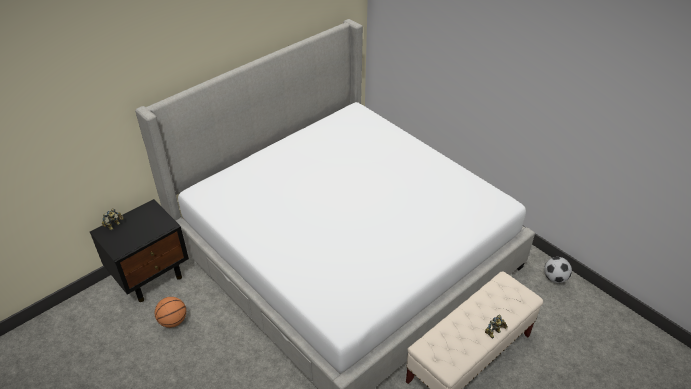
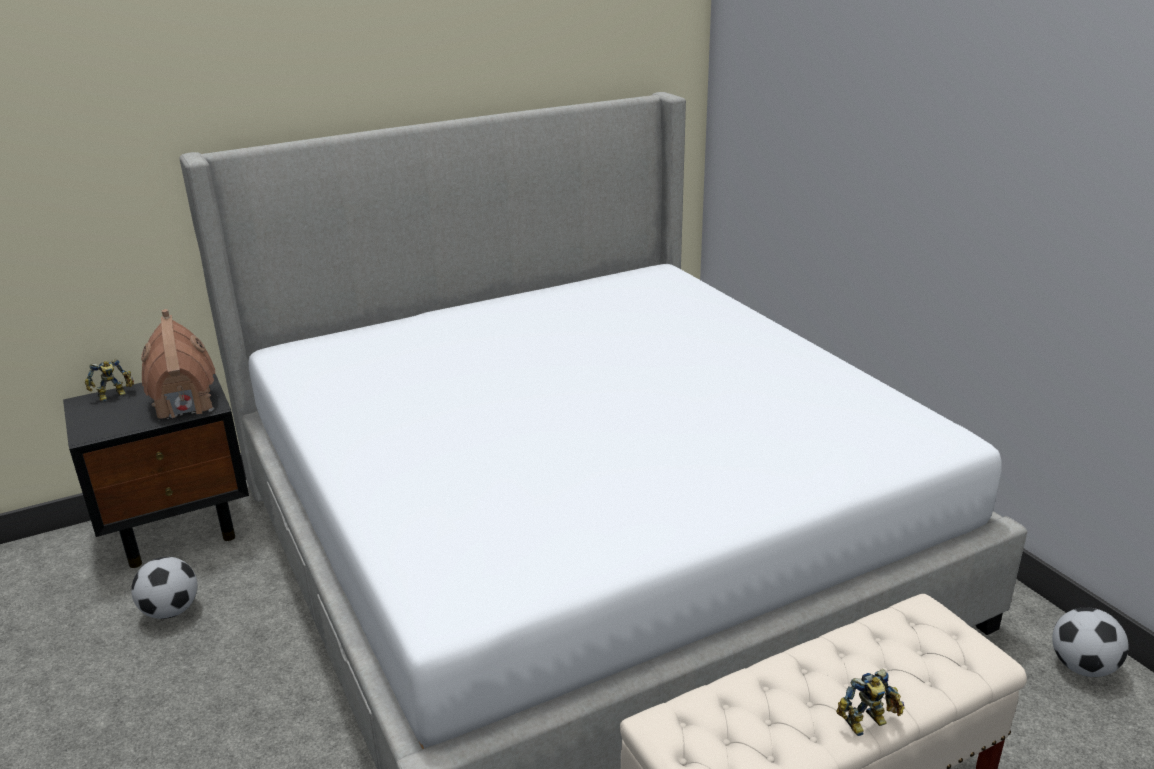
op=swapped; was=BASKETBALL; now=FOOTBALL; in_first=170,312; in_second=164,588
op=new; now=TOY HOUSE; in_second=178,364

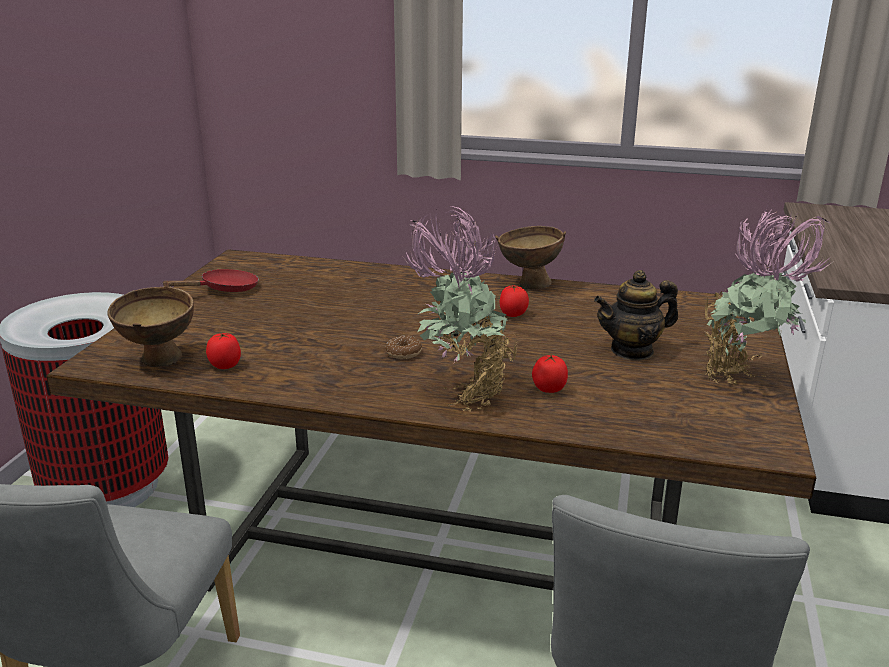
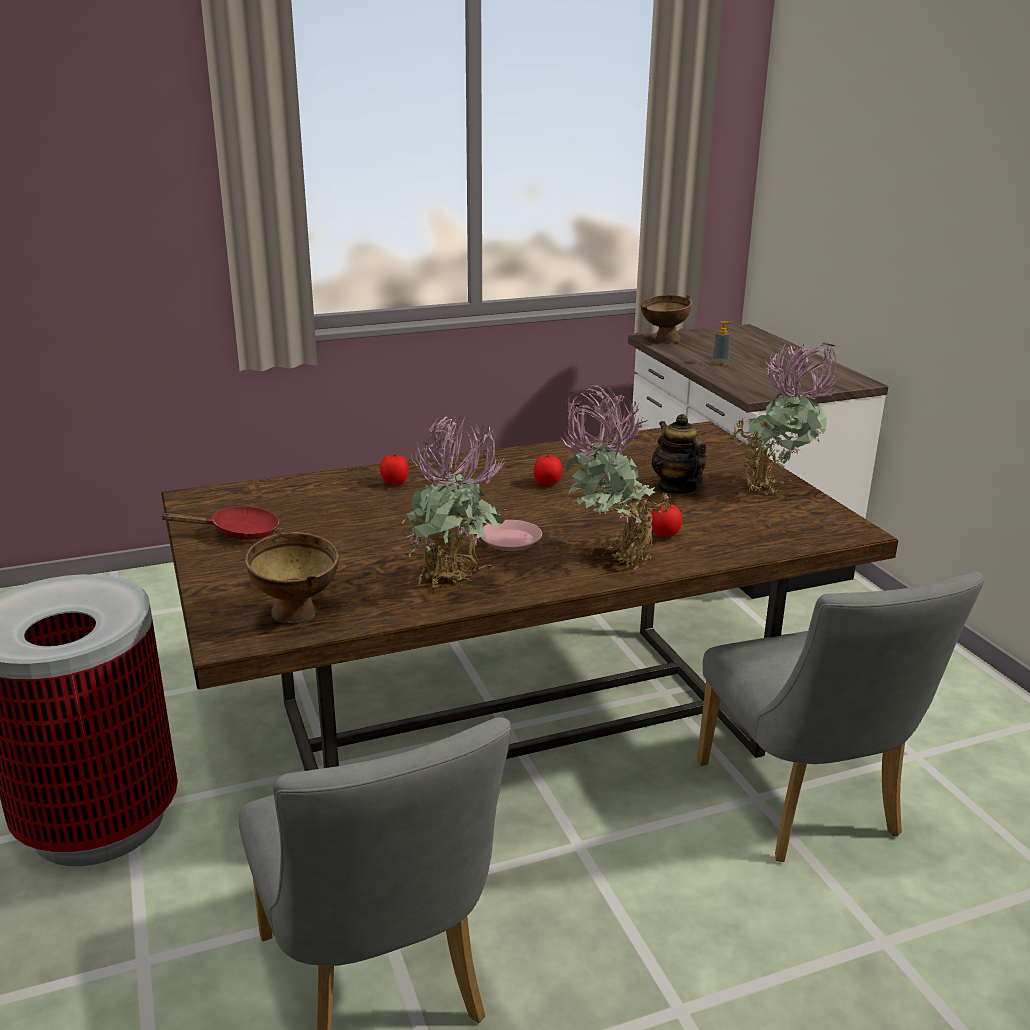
op=rotated; was=RED FRYING PAN; in_first=210,280; in_second=220,523; clockwise=60
op=shifted; was=TOMATO; in_first=223,351; in_second=394,469
op=new; now=POTTED PLANT; in_second=454,499
op=swapped; was=DONUT; now=PINK PLATE; in_first=403,347; in_second=511,535
op=shifted; was=BROWN BOWL; in_first=530,258; in_second=666,319
op=rotated; was=TEAPOT; in_first=636,315; in_second=679,454; clockwise=120
op=new; now=SOAP DISPENSER; in_second=722,343

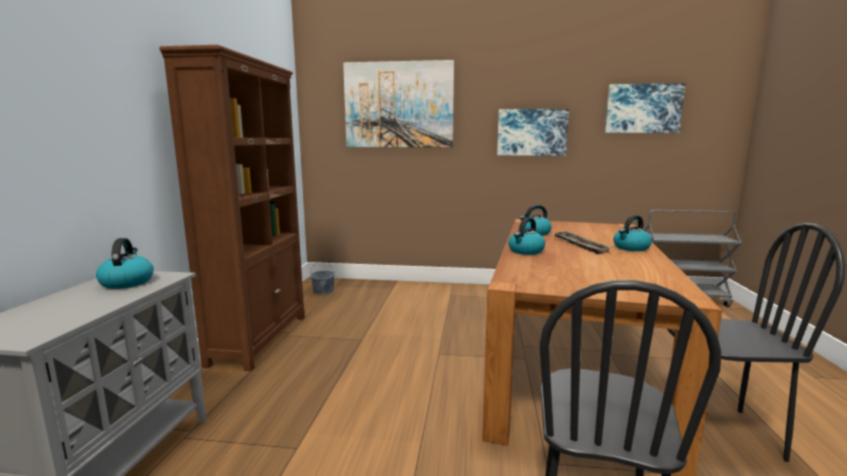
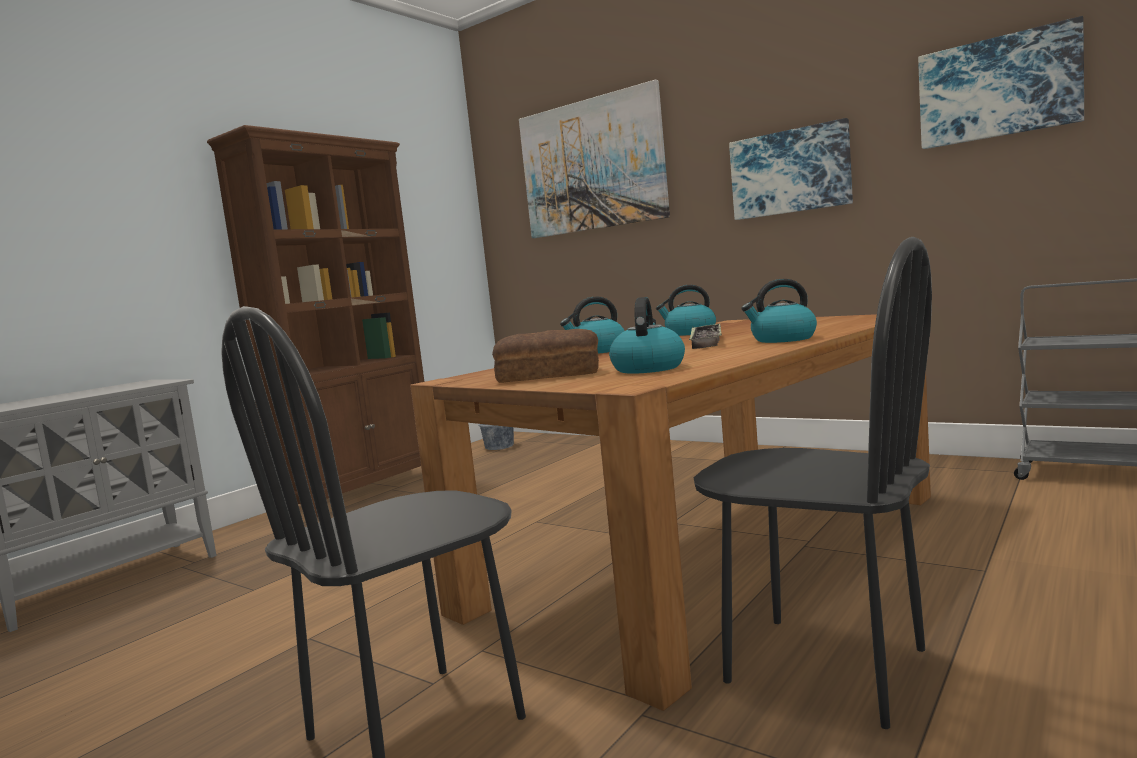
op=new; now=BREAD; in_second=545,356
op=shifted; was=KETTLE; in_first=125,263; in_second=647,335

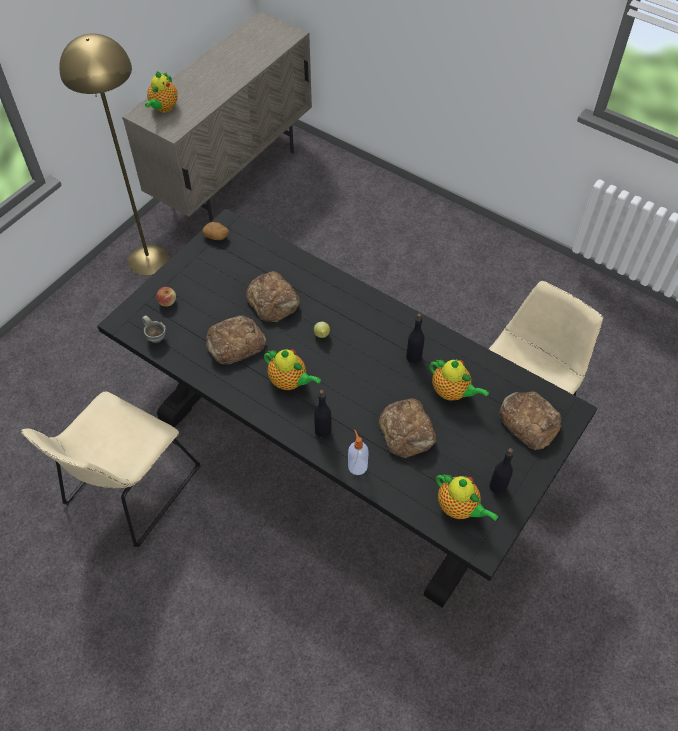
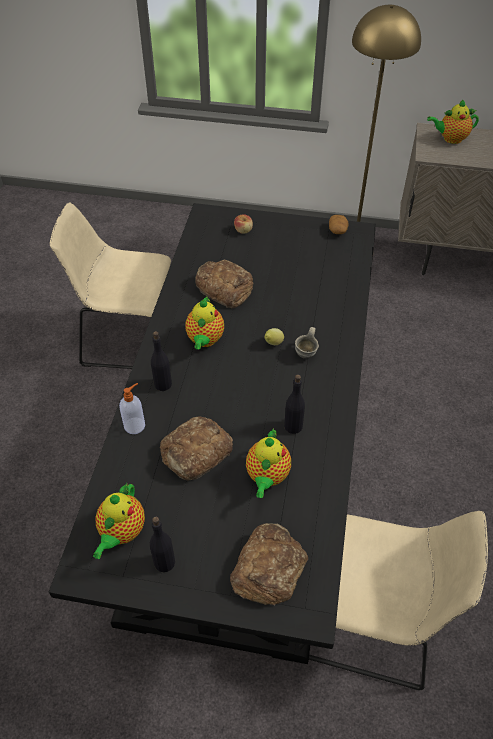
op=shifted; was=GREY MUG; in_first=154,329; in_second=307,343
op=gone; was=BREAD; in_first=273,296

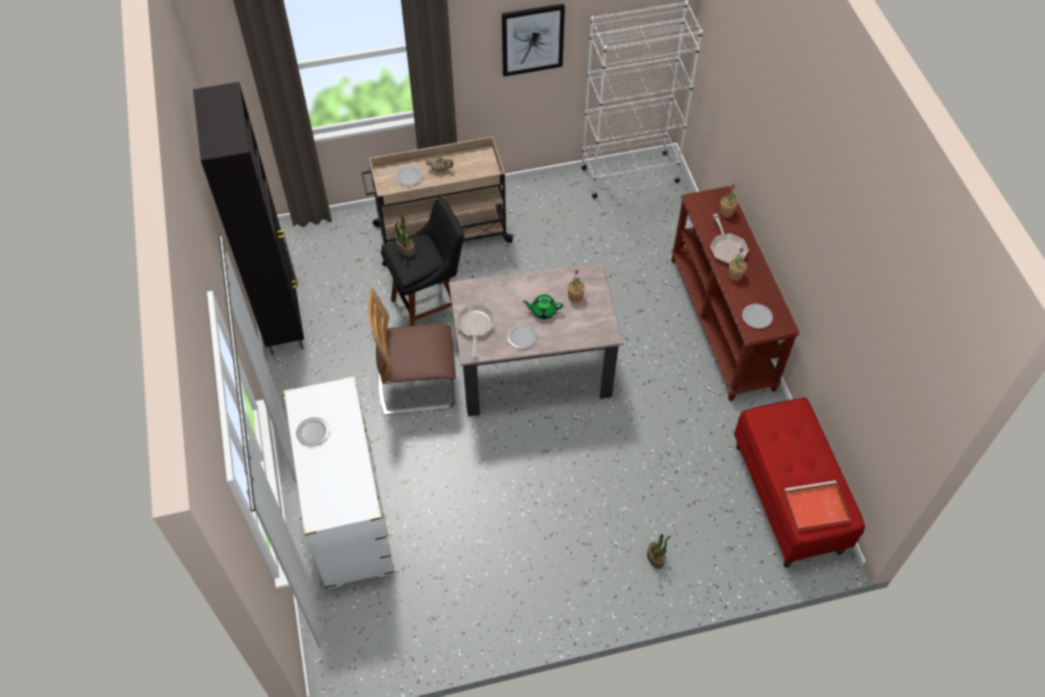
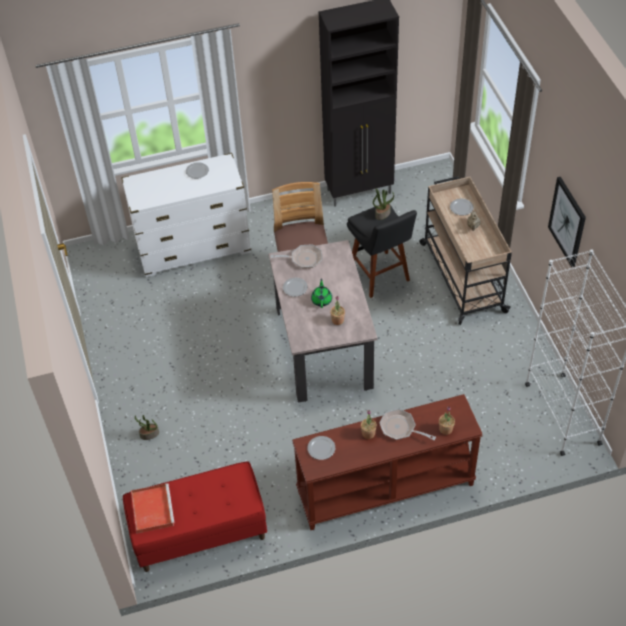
op=rotated; was=FRYING PAN; in_first=729,239; in_second=407,424; clockwise=45

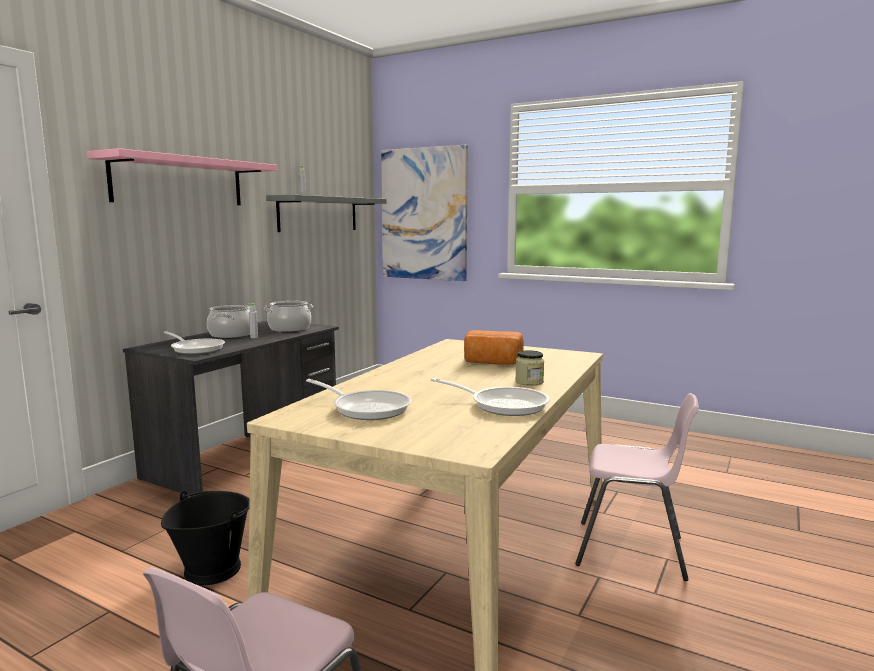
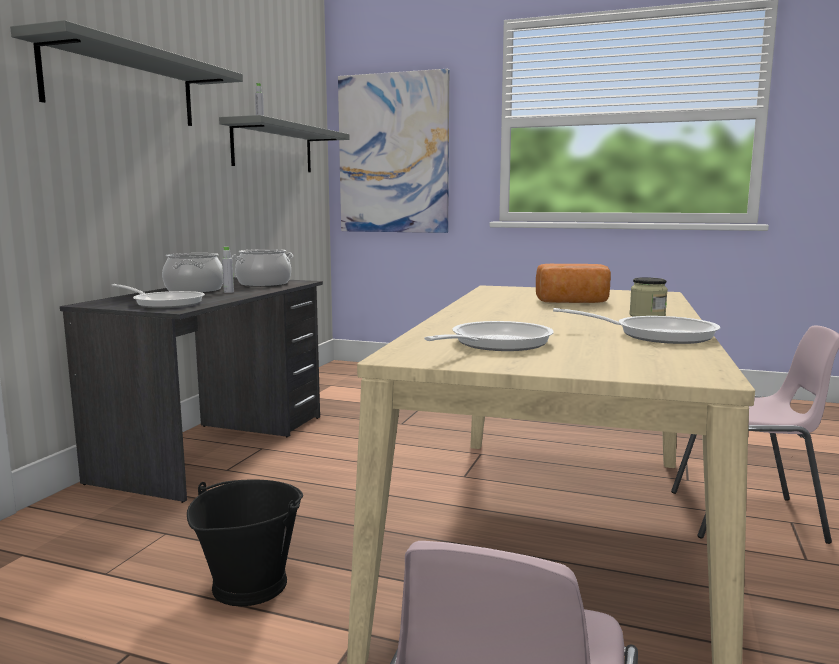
op=repainted; was=PINK SHELF; now=GREY SHELF; in_first=182,176; in_second=126,73
op=rotated; was=FRYING PAN; in_first=358,399; in_second=489,336; clockwise=-75

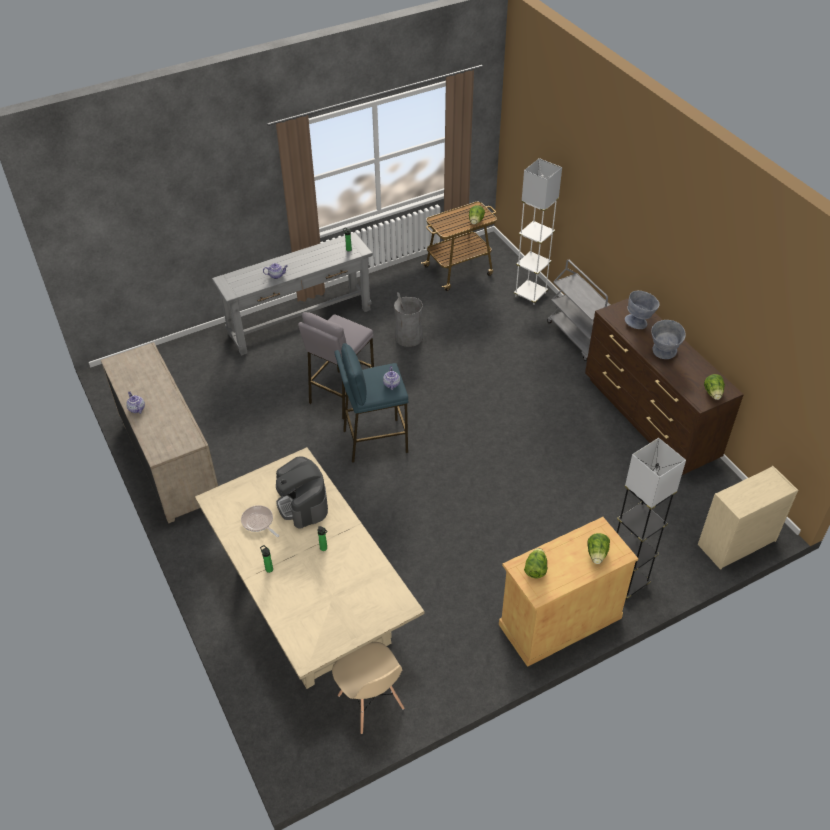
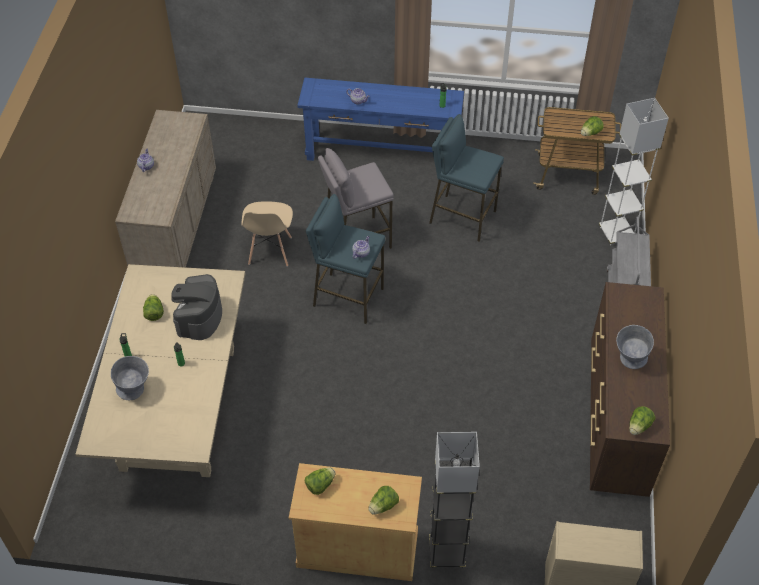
op=shifted; was=GREY BOWL; in_first=642,310; in_second=130,378
op=swapped; was=FRYING PAN; now=LETTUCE; in_first=260,521; in_second=153,307
op=shifted; was=BEIGE CHAIR; in_first=368,688; in_second=267,234
op=repainted; was=GREY CONSOLE TABLE; now=BLUE CONSOLE TABLE; in_first=292,294; in_second=380,119
op=swapped; was=GREY TRASH CAN; now=BLUE STOOL; in_first=408,319; in_second=466,178

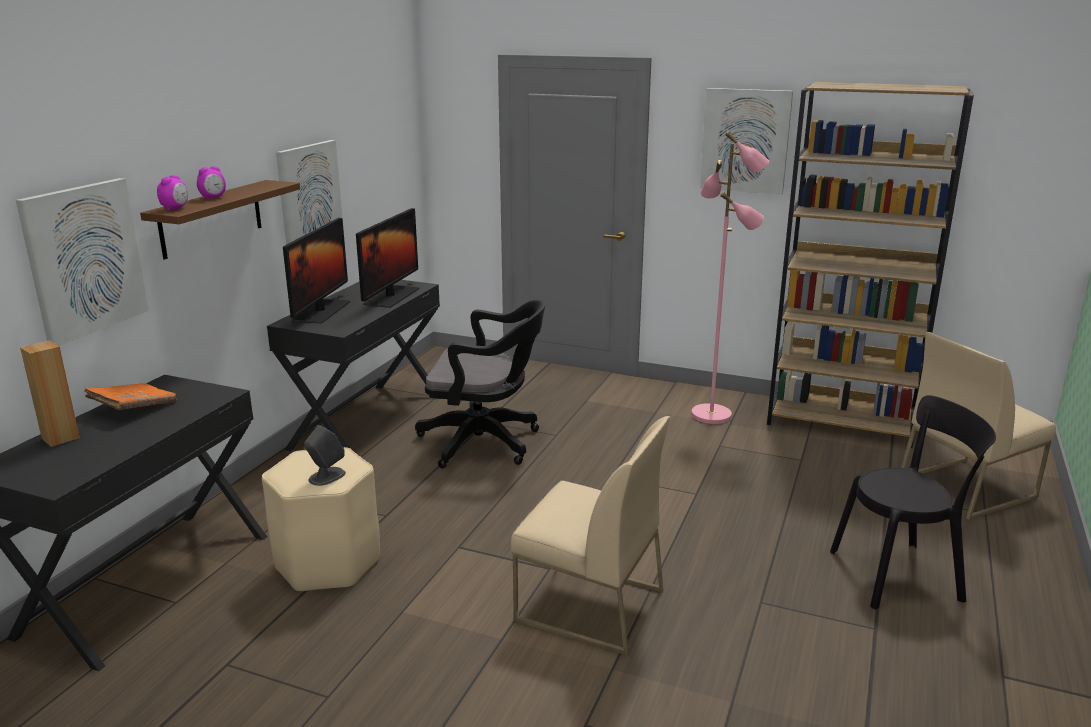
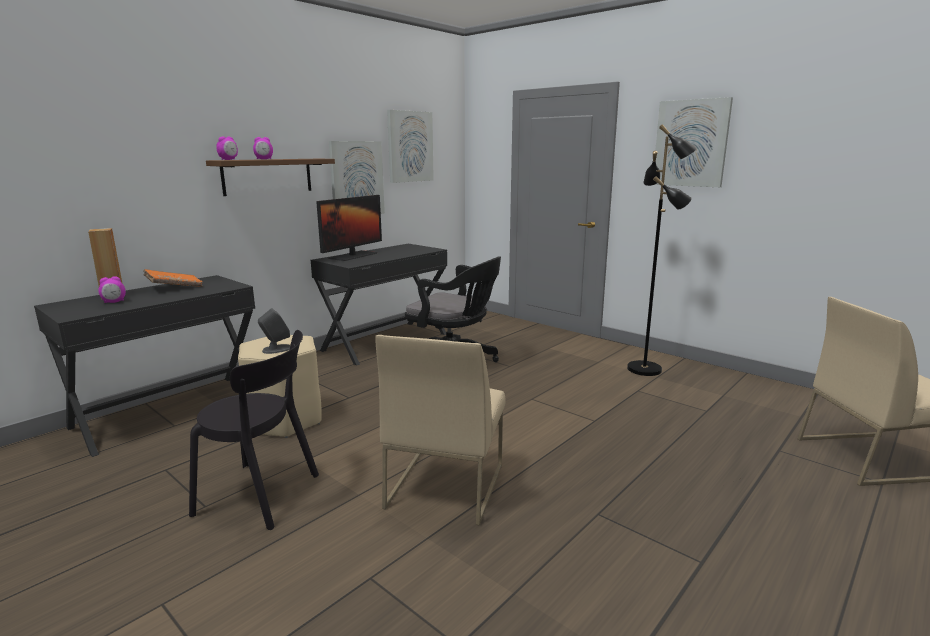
op=new; now=ALARM CLOCK; in_second=112,289
op=shifted; was=BLACK CHAIR; in_first=913,502; in_second=254,430
op=rotated; was=BEIGE CHAIR; in_first=590,536; in_second=440,430; clockwise=60
op=shifted; was=PICTURE; in_first=82,262; in_second=410,146
op=repainted; was=PINK FLOOR LAMP; now=BLACK FLOOR LAMP; in_first=730,277; in_second=662,250
op=gone; was=MONITOR; in_first=387,258
op=gone; was=BROWN BOOKCASE; in_first=870,265

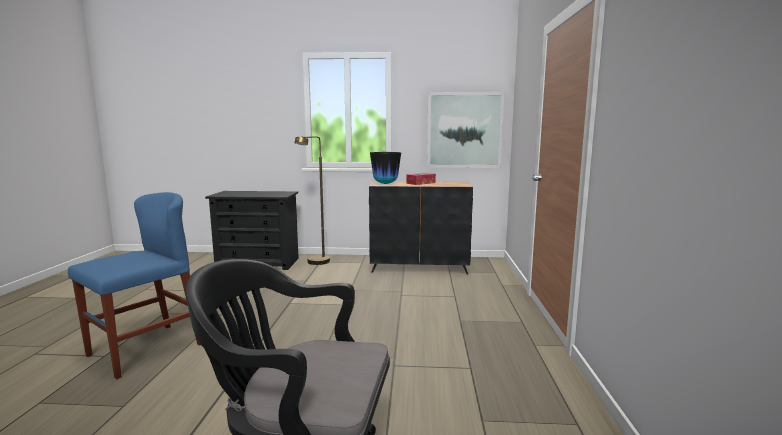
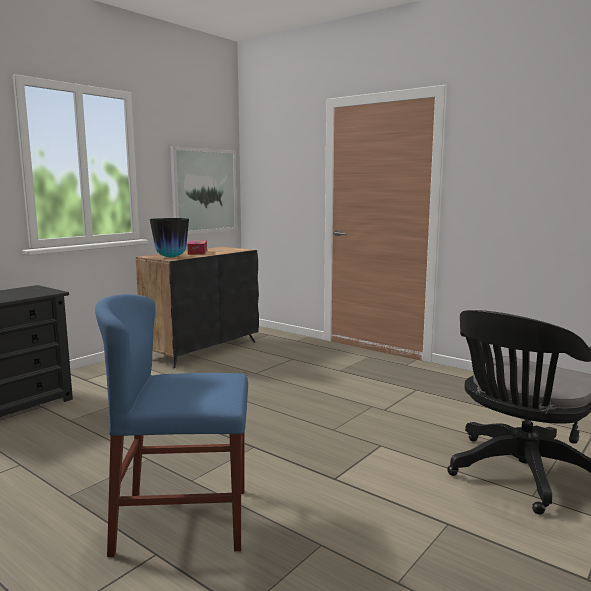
op=rotated; was=BLUE CHAIR; in_first=134,285; in_second=171,425; clockwise=-75
op=gone; was=BROWN FLOOR LAMP; in_first=312,200

